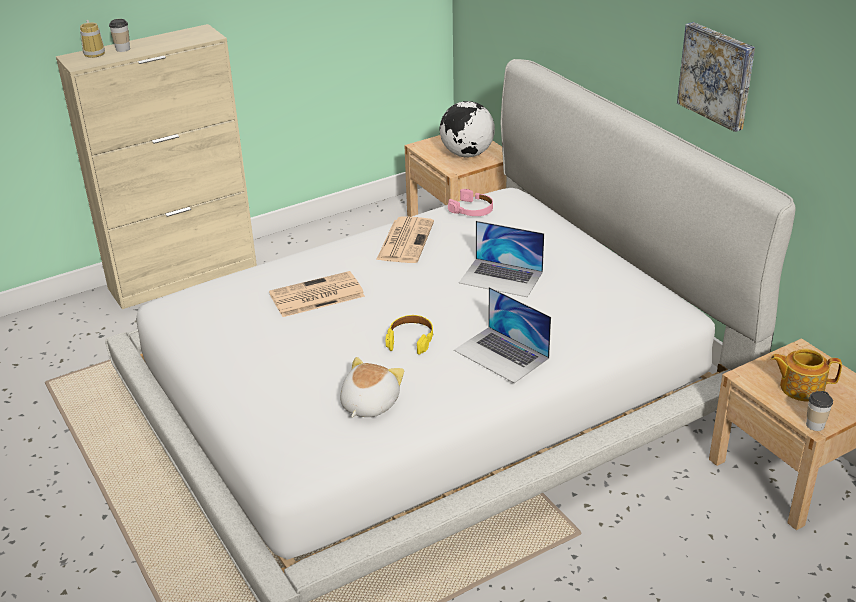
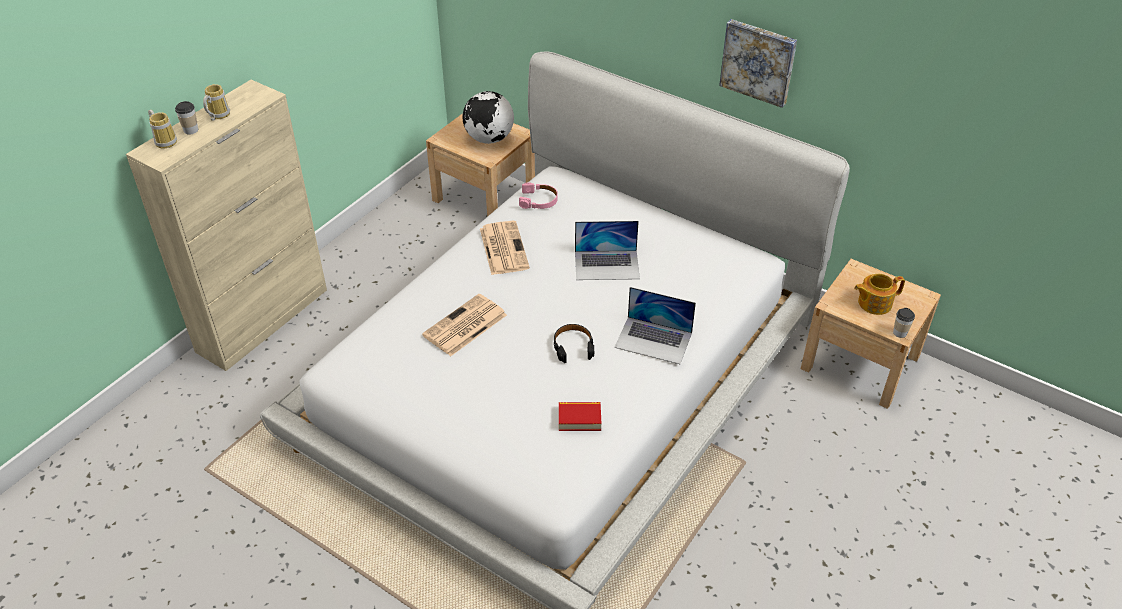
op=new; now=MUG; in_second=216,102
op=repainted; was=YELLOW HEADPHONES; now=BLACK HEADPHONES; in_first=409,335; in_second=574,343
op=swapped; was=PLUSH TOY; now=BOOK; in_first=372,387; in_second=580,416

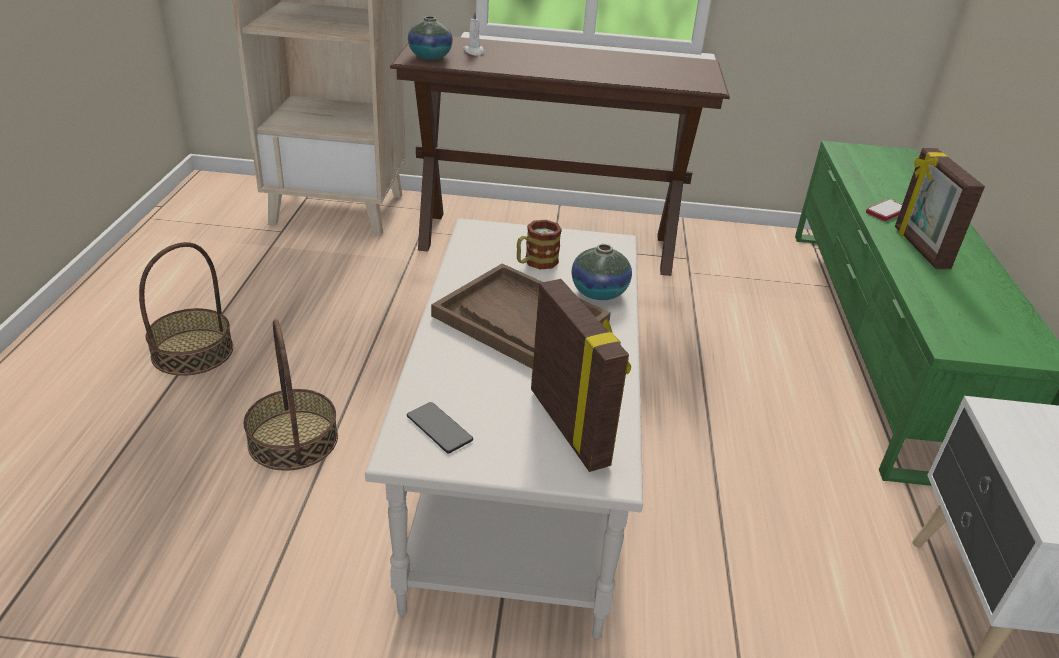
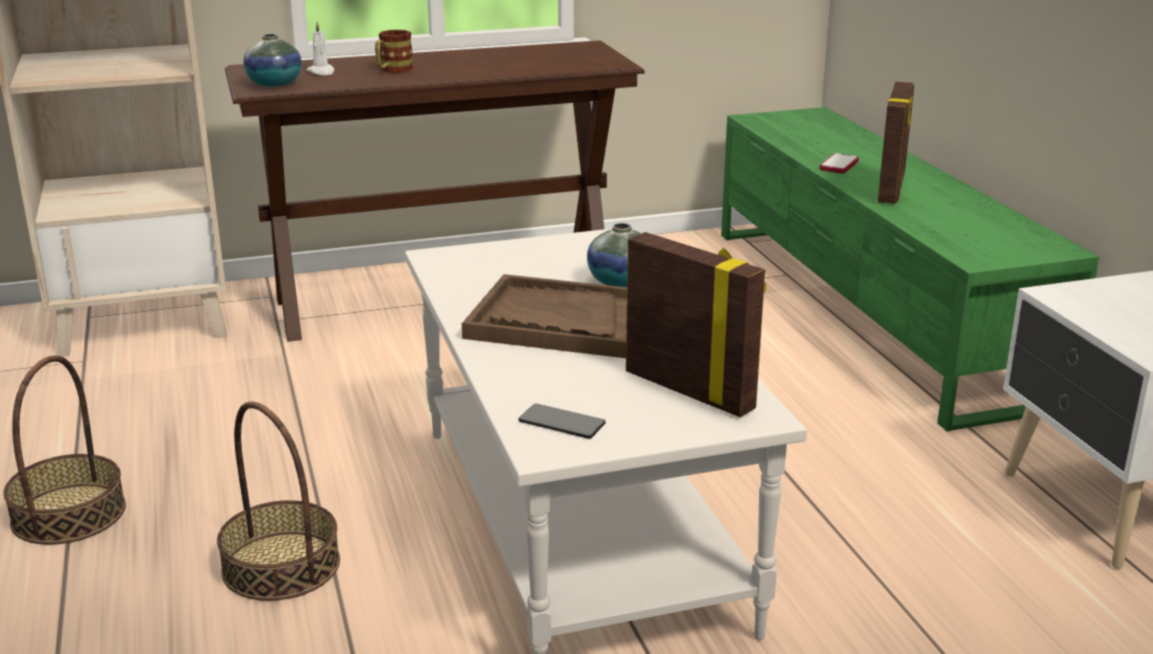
op=shifted; was=MUG; in_first=539,244; in_second=394,51
op=rotated; was=PICTURE FRAME; in_first=940,208; in_second=896,143; clockwise=-135

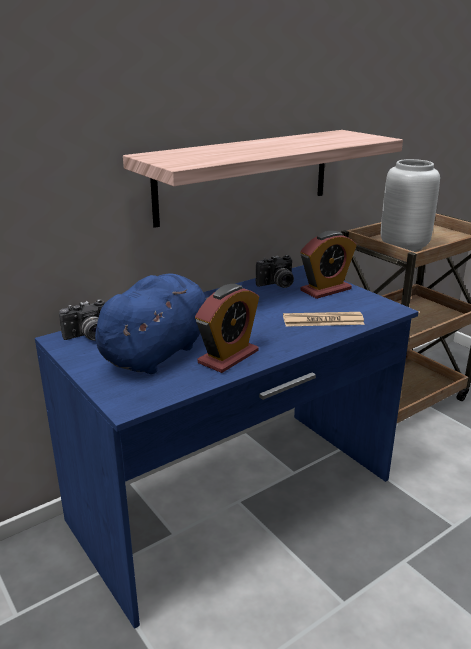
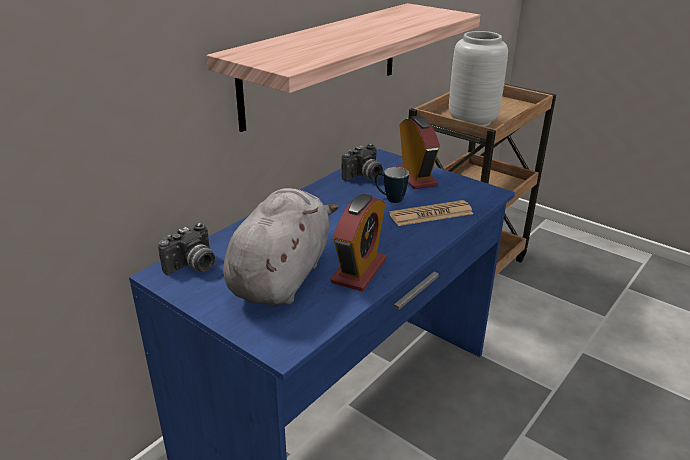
op=repainted; was=BLUE PLUSH TOY; now=GREY PLUSH TOY; in_first=152,323; in_second=280,246
op=new; now=MUG; in_second=392,185
op=rotated; was=ALARM CLOCK; in_first=328,265; in_second=417,152; clockwise=-60

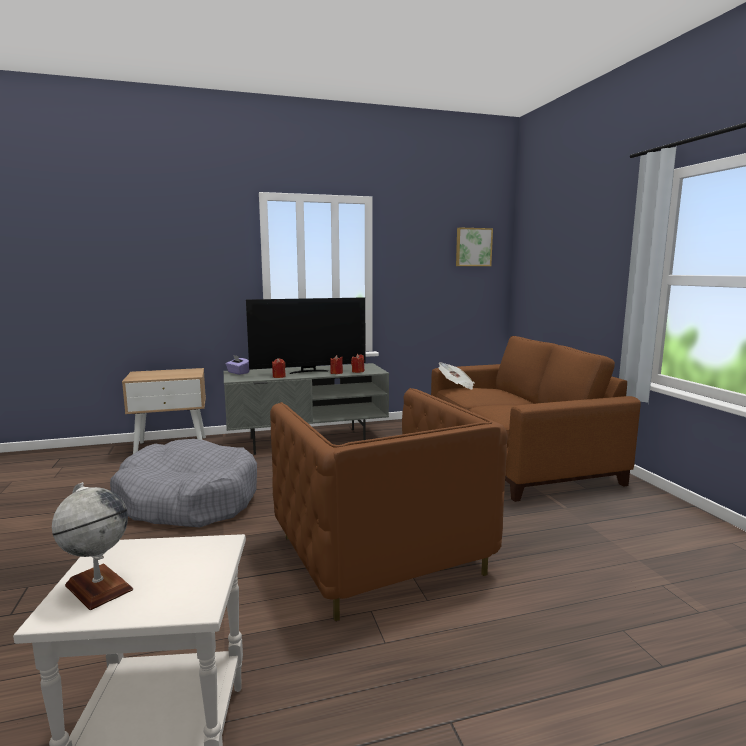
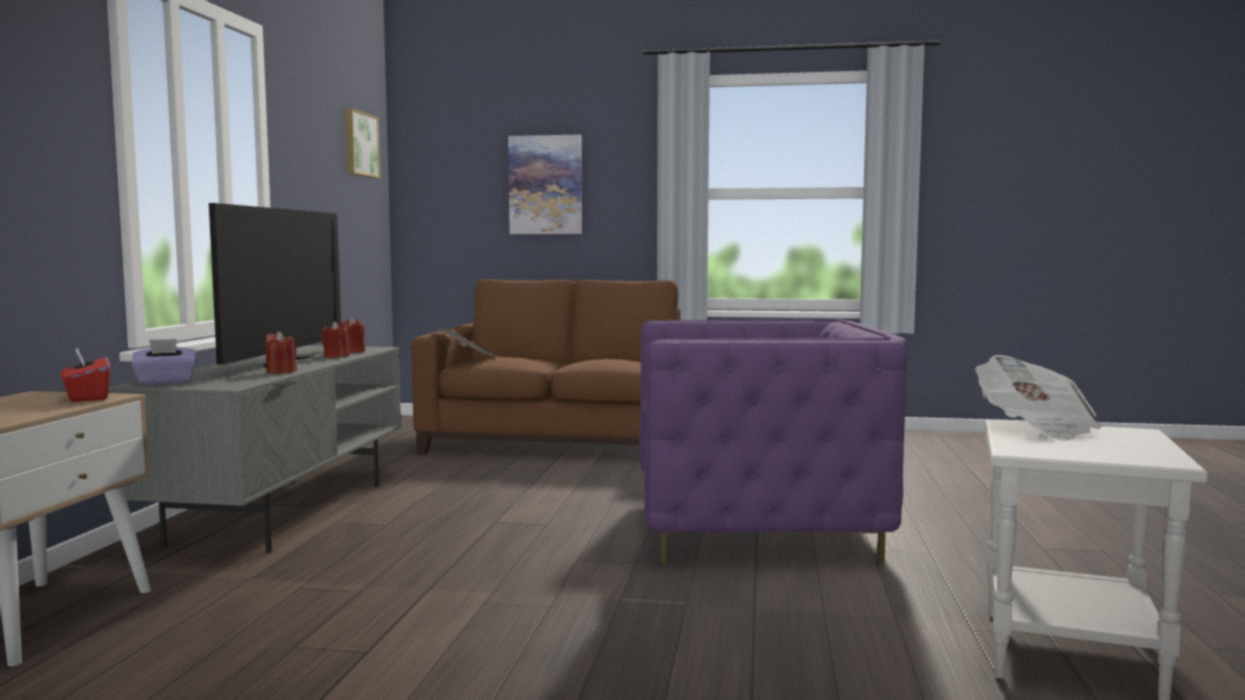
op=new; now=RED TISSUE BOX; in_second=85,374
op=new; now=PICTURE; in_second=545,184
op=repainted; was=BROWN ARMCHAIR; now=PURPLE ARMCHAIR; in_first=389,504; in_second=773,442
op=new; now=NEWSPAPER; in_second=1038,398
op=gone; was=GLOBE; in_first=92,546
op=gone; was=GREY DOG BED; in_first=183,483

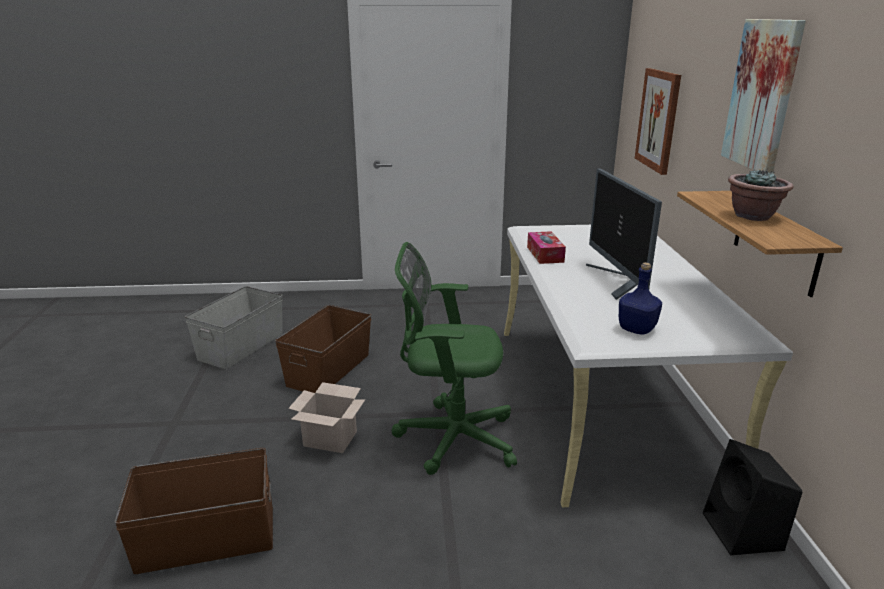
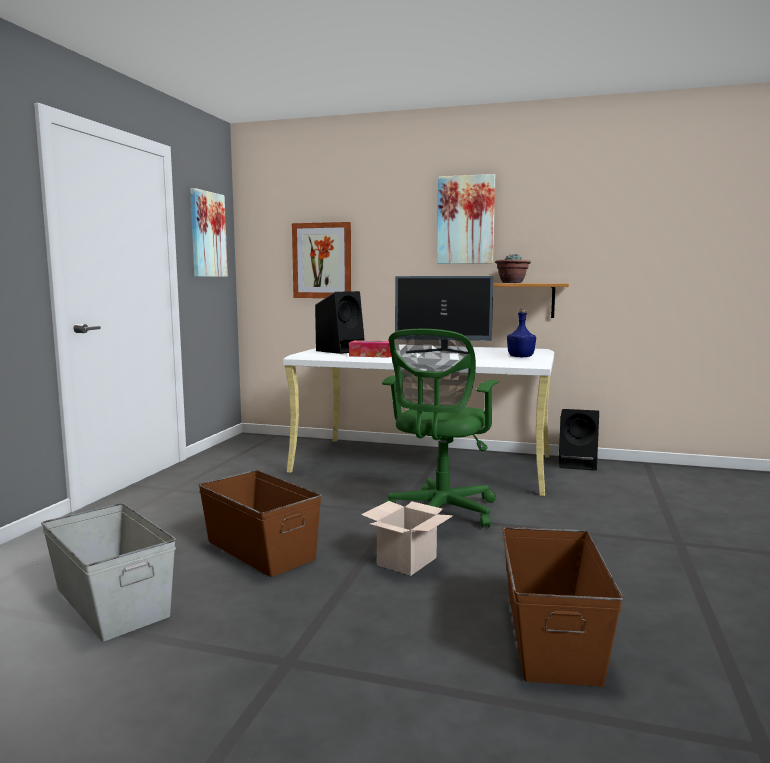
op=new; now=PICTURE; in_second=209,232
op=new; now=BLACK SPEAKER; in_second=340,322

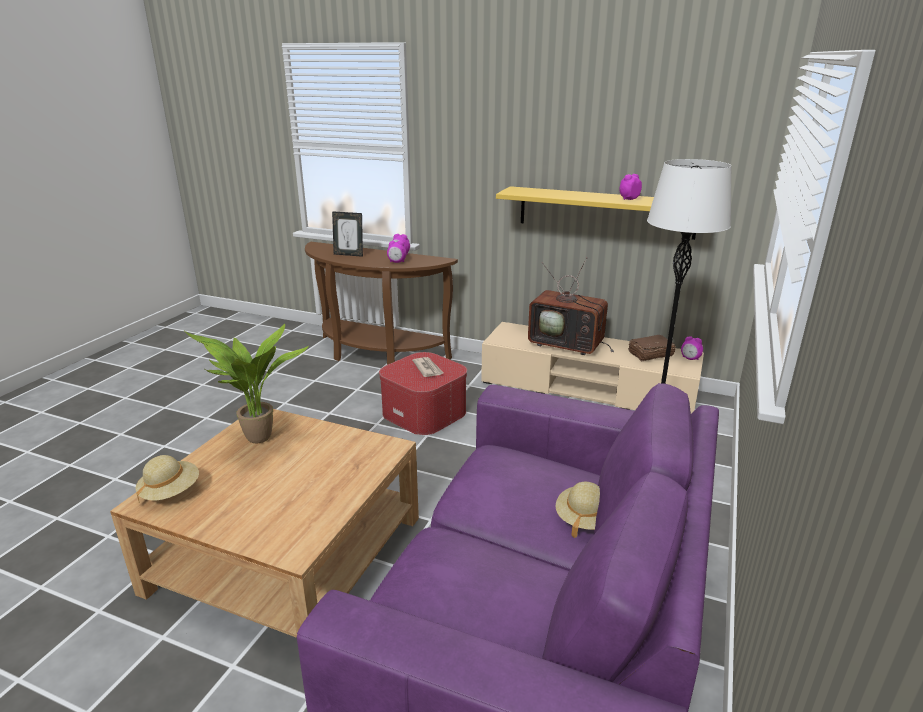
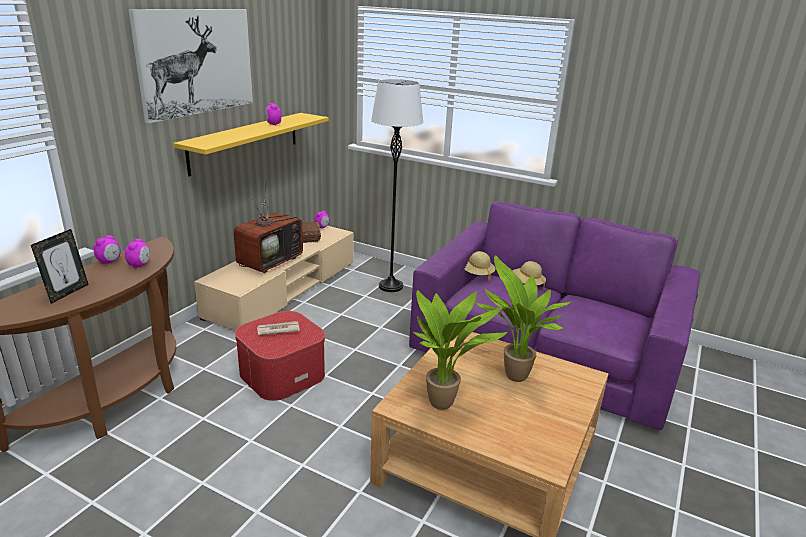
op=new; now=PICTURE; in_second=191,66
op=shifted; was=BEIGE HAT; in_first=167,479; in_second=480,266
op=new; now=POTTED PLANT; in_second=523,318

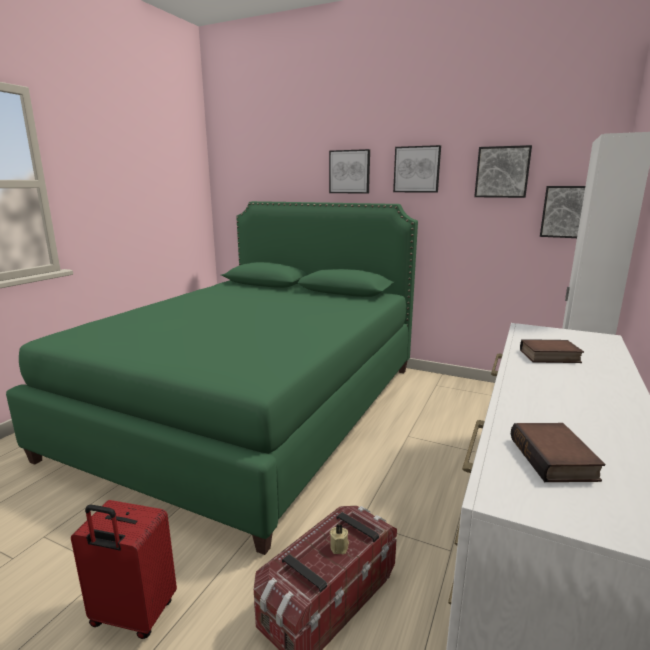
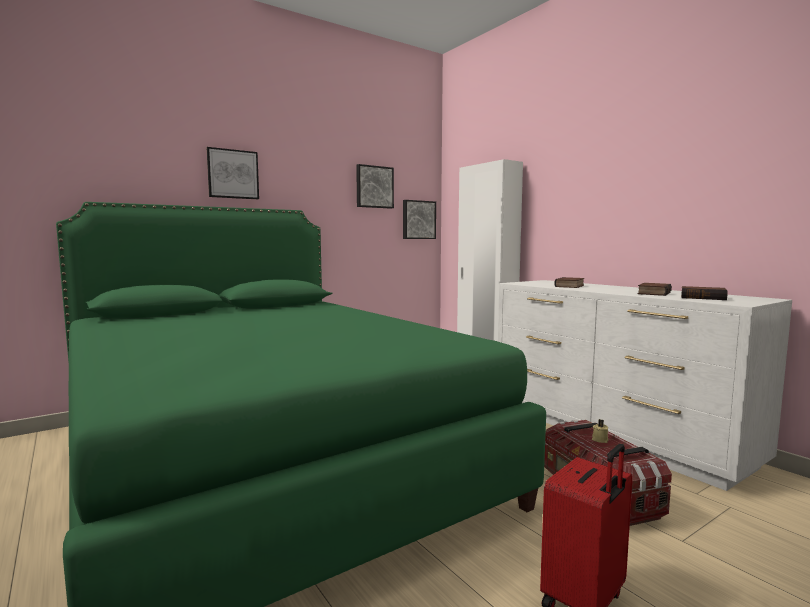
op=new; now=BOOK; in_second=654,289
op=gone; was=PICTURE; in_first=417,169

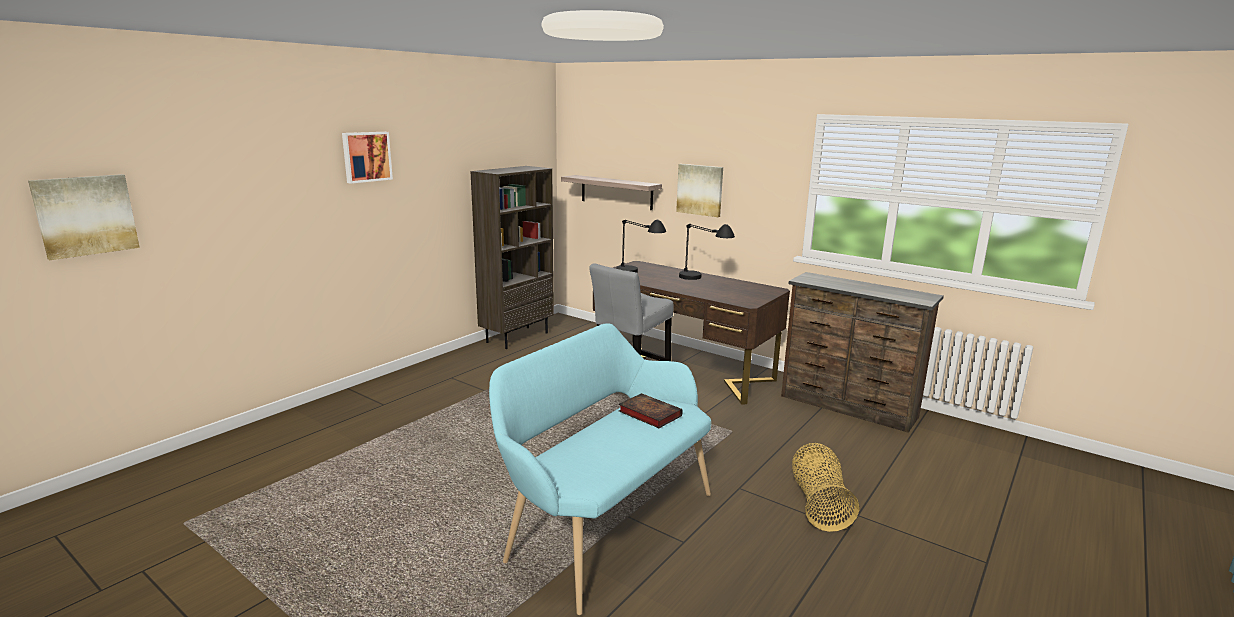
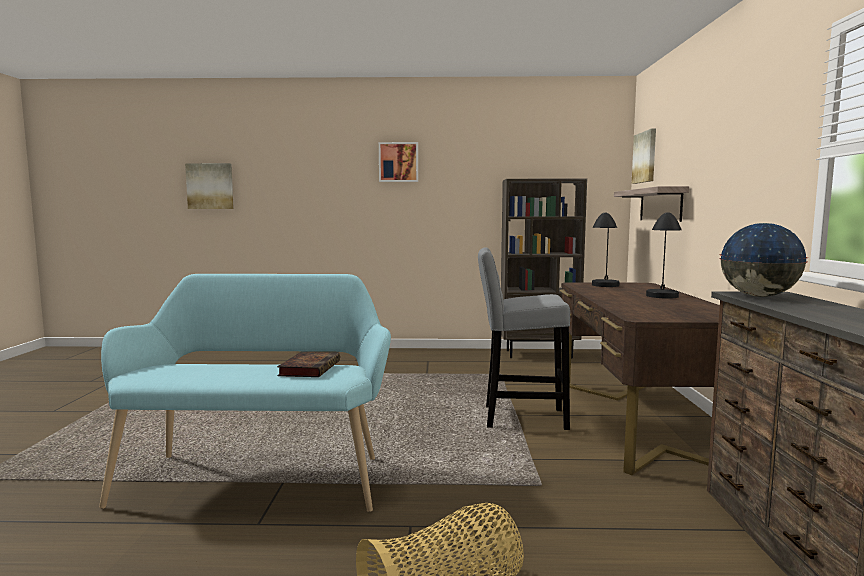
op=shifted; was=PICTURE; in_first=699,190; in_second=644,156
op=new; now=GLOBE; in_second=763,260

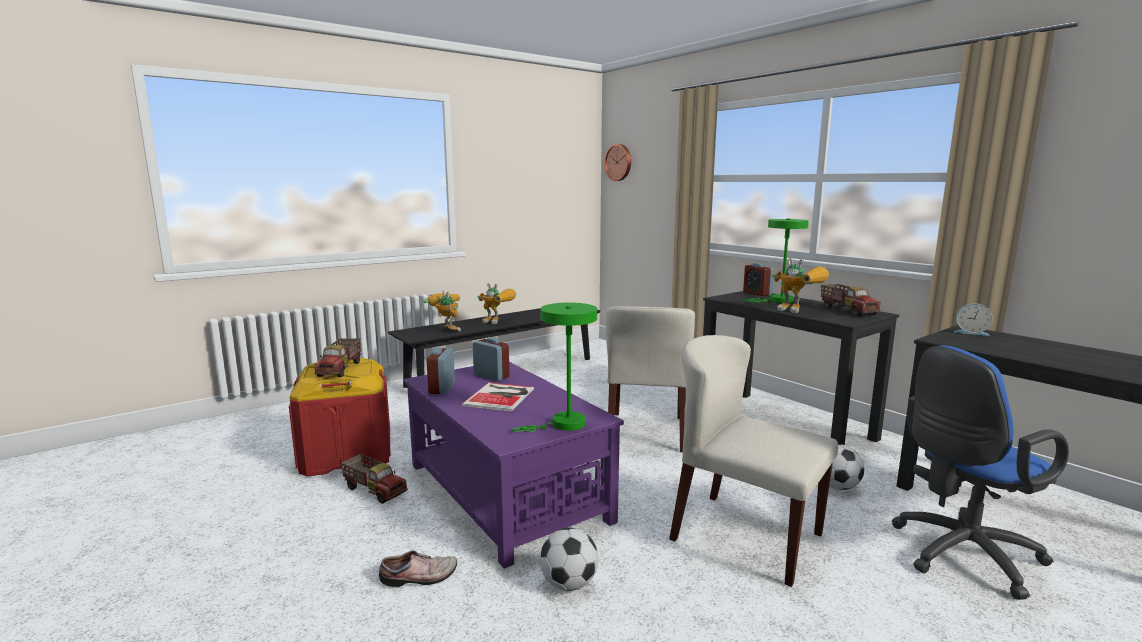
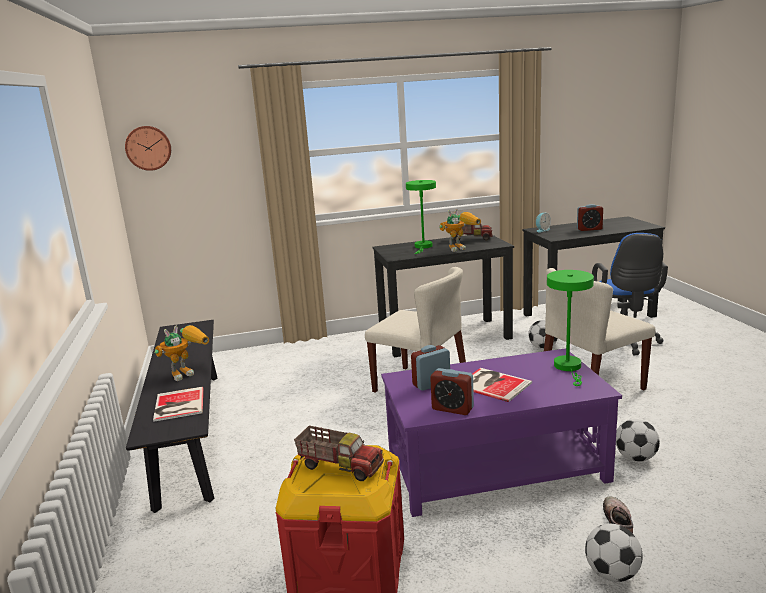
op=swapped; was=TOY ROBOT; now=BOOK; in_first=442,310; in_second=178,404
op=shifted; was=ALARM CLOCK; in_first=758,279; in_second=590,217
op=new; now=FOOTBALL; in_second=614,553
op=gone; was=TOY TRUCK; in_first=374,479

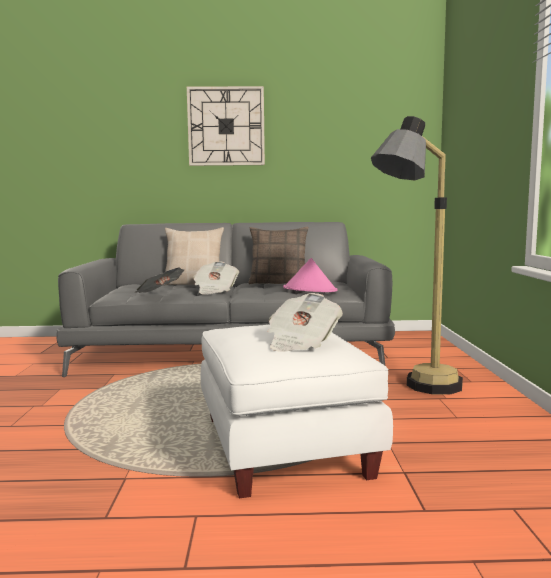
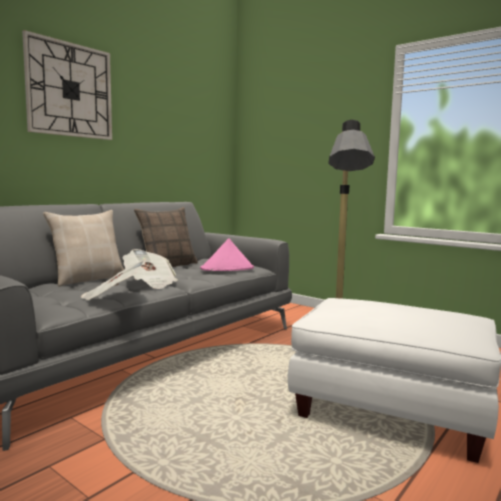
op=gone; was=NEWSPAPER; in_first=305,322

